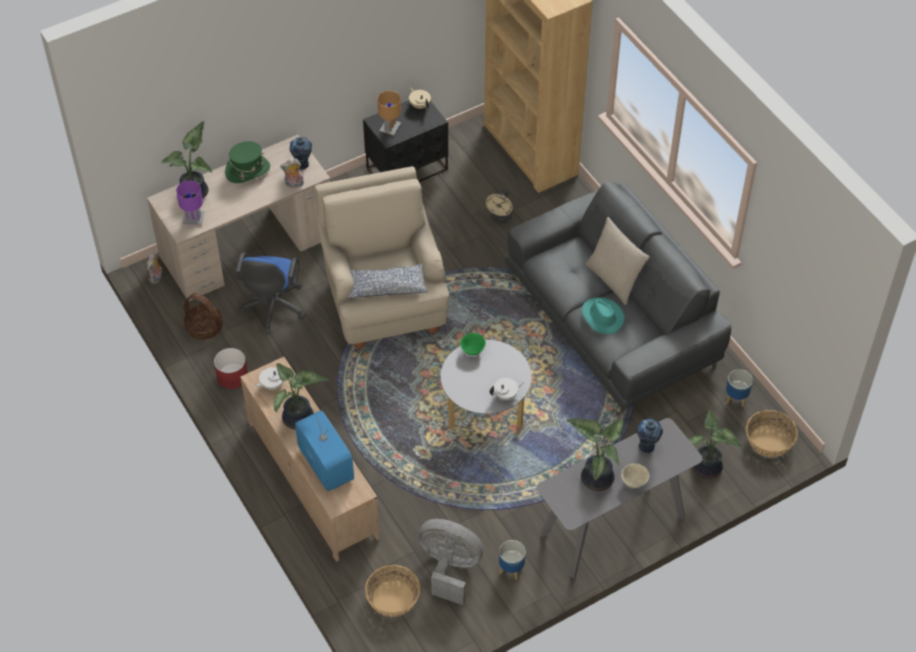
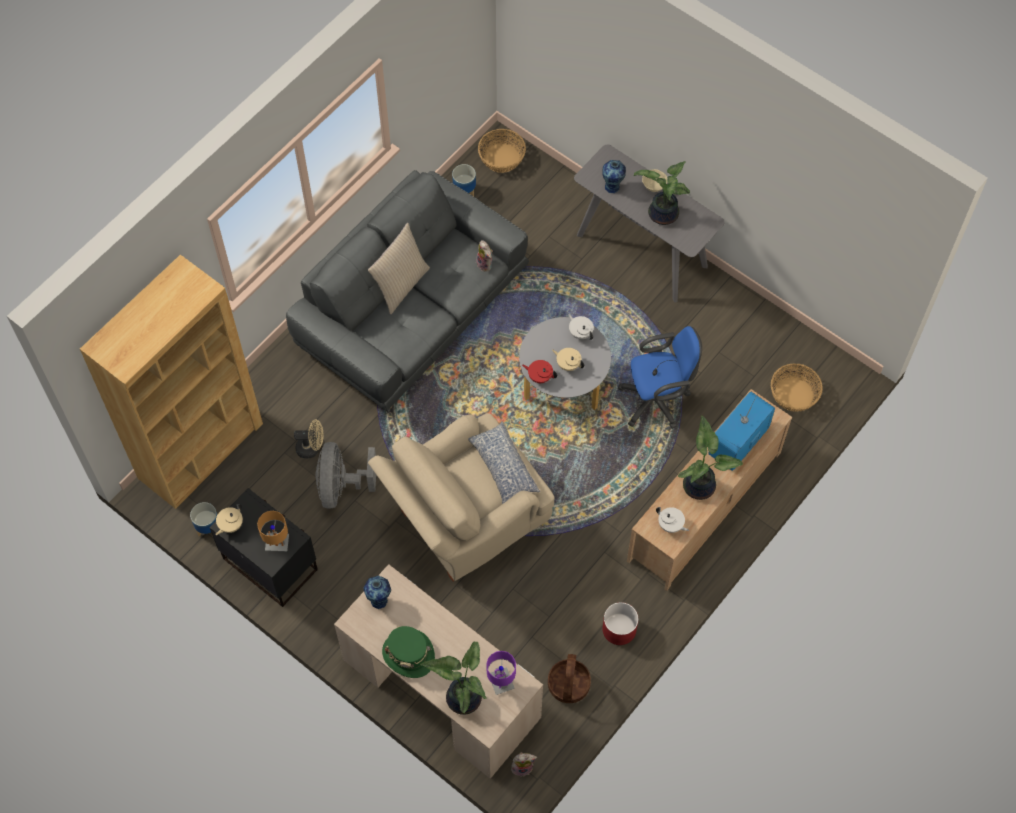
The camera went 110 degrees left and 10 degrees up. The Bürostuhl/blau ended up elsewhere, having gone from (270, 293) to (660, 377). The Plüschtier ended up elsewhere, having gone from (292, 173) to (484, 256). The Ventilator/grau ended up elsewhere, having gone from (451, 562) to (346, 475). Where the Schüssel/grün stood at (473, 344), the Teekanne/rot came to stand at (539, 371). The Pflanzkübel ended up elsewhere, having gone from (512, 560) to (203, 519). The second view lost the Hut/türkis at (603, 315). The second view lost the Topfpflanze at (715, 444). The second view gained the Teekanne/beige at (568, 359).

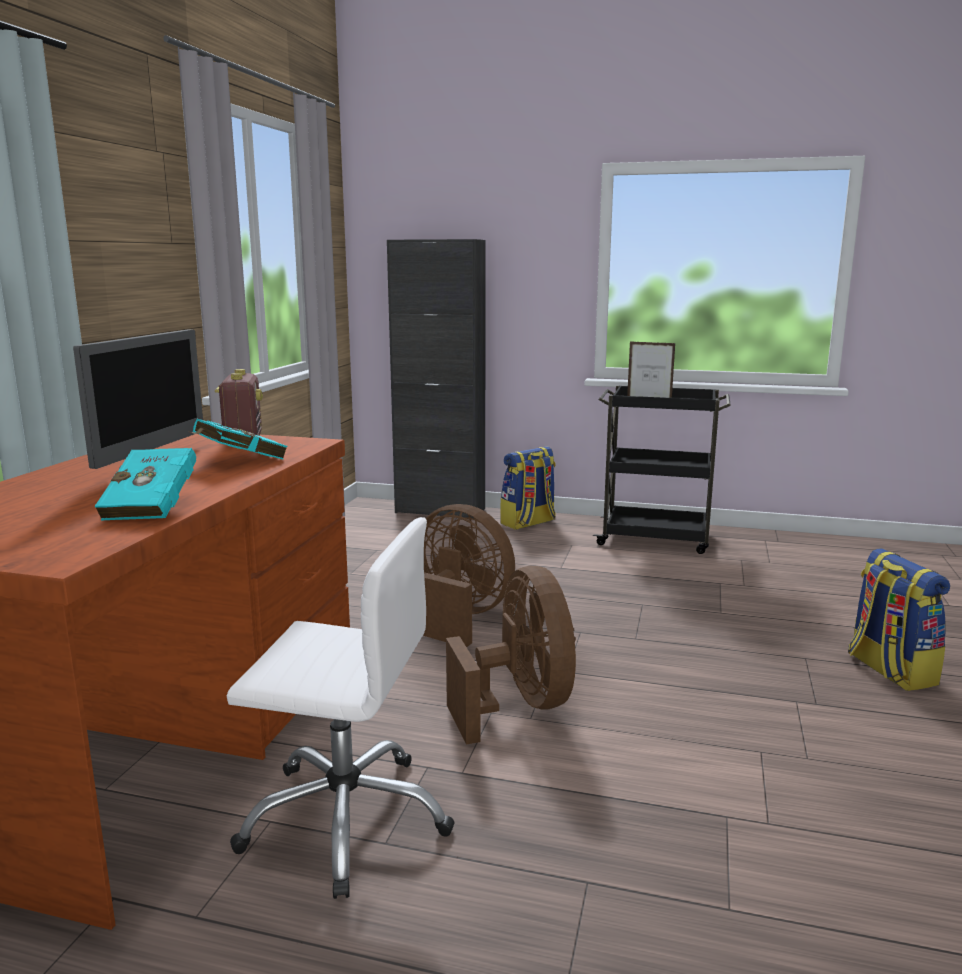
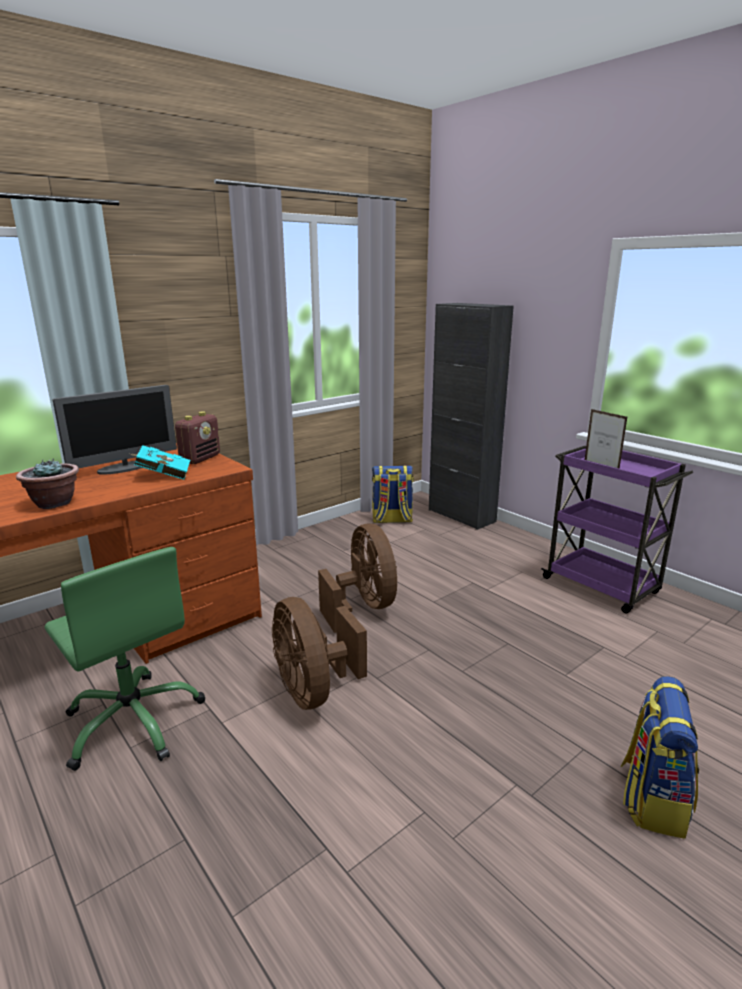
The camera went 35 degrees right and 5 degrees up. Where the Buch/türkis stood at (145, 484), the Topfpflanze came to stand at (47, 484). What was the Bürostuhl/weiß at (341, 708) turned into the Bürostuhl/grün at (125, 659). The Ventilator/braun at (511, 655) ended up facing another way, 135 degrees clockwise from before. The Rucksack ended up elsewhere, having gone from (528, 488) to (393, 494). What was the Rollwagen/schwarz at (662, 469) turned into the Rollwagen/lila at (617, 530).

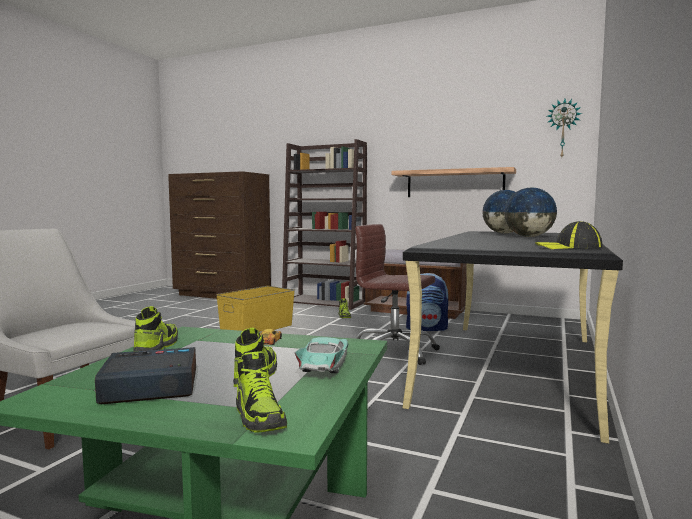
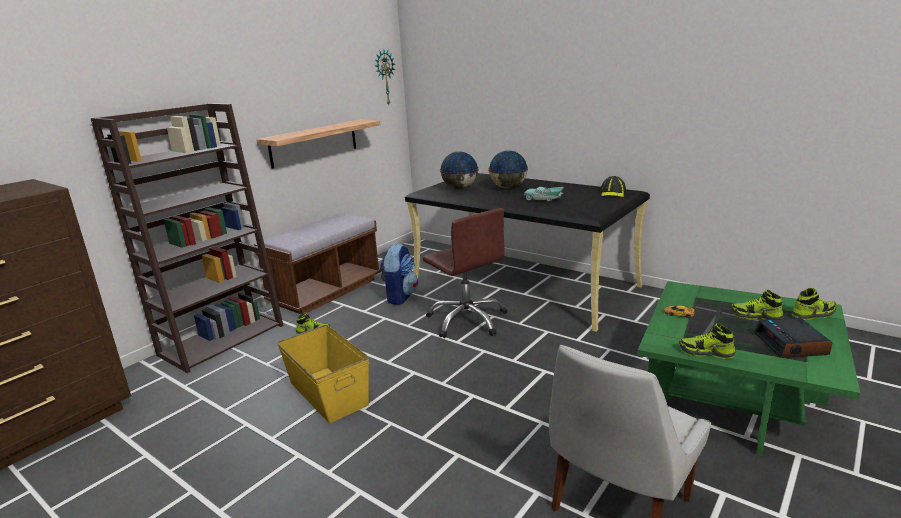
The camera went 75 degrees left and 15 degrees up. The Spielzeugauto/türkis ended up elsewhere, having gone from (321, 355) to (544, 194). The Bürostuhl/braun at (397, 294) ended up facing another way, 75 degrees counterclockwise from before.

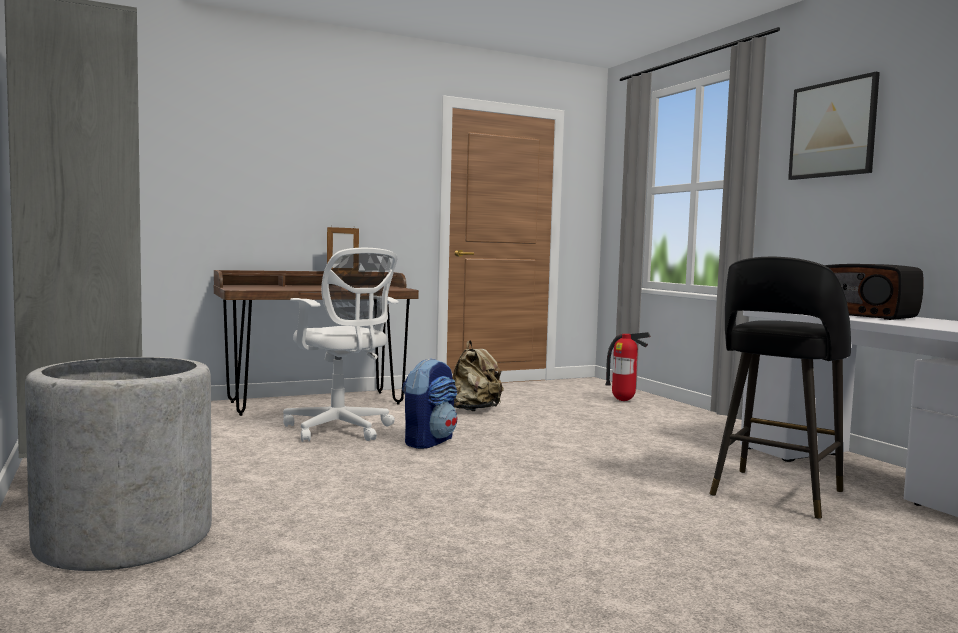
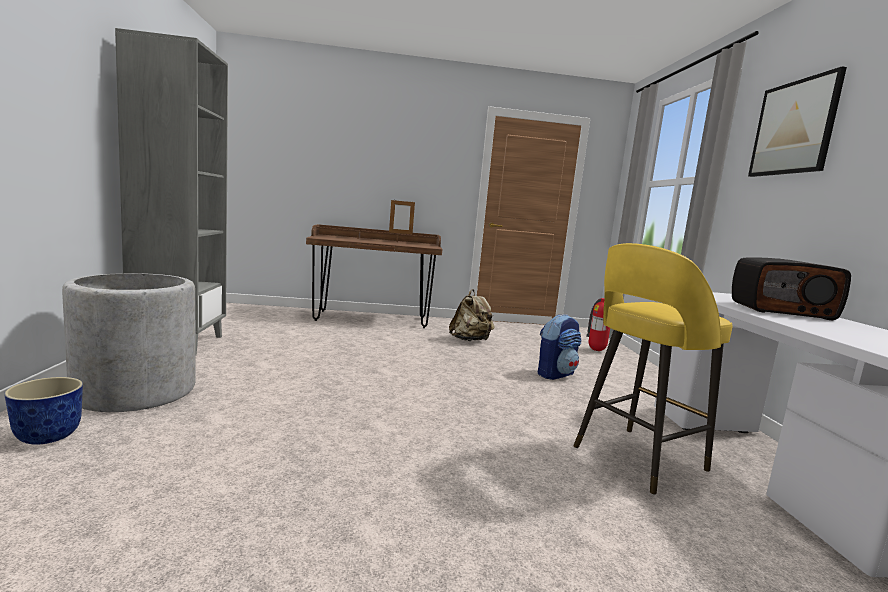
The camera went 20 degrees right and 5 degrees up. The second view lost the Bürostuhl/weiß at (341, 345). The Rucksack ended up elsewhere, having gone from (430, 403) to (560, 347). What was the Hocker/schwarz at (780, 388) turned into the Hocker/gelb at (653, 369). The Radio at (874, 292) ended up facing another way, 60 degrees counterclockwise from before. The second view gained the Pflanzkübel at (43, 411).

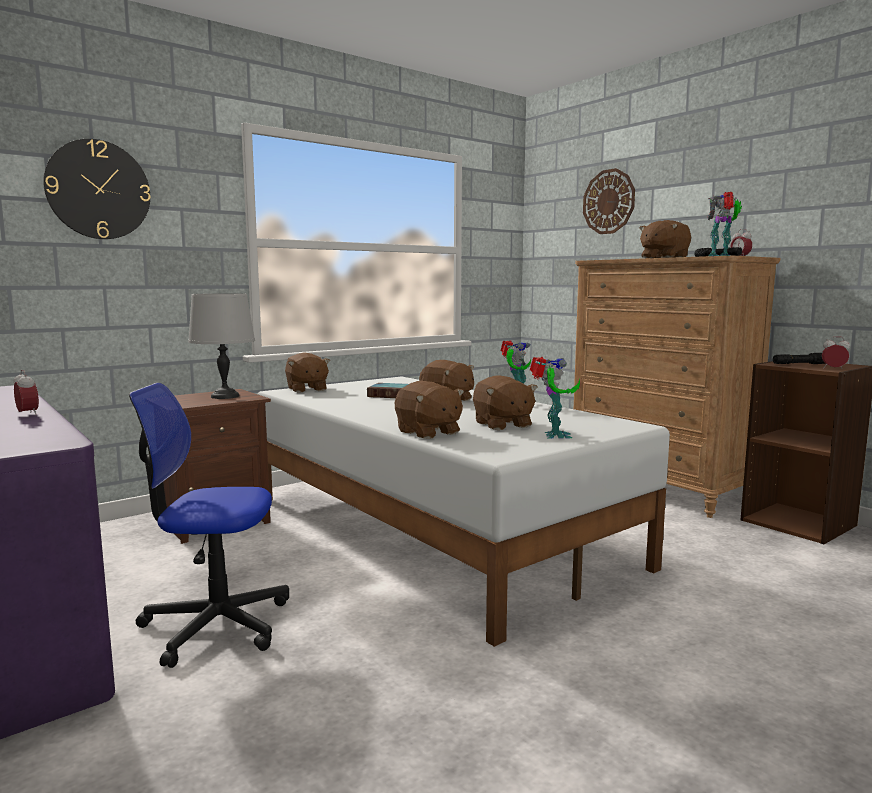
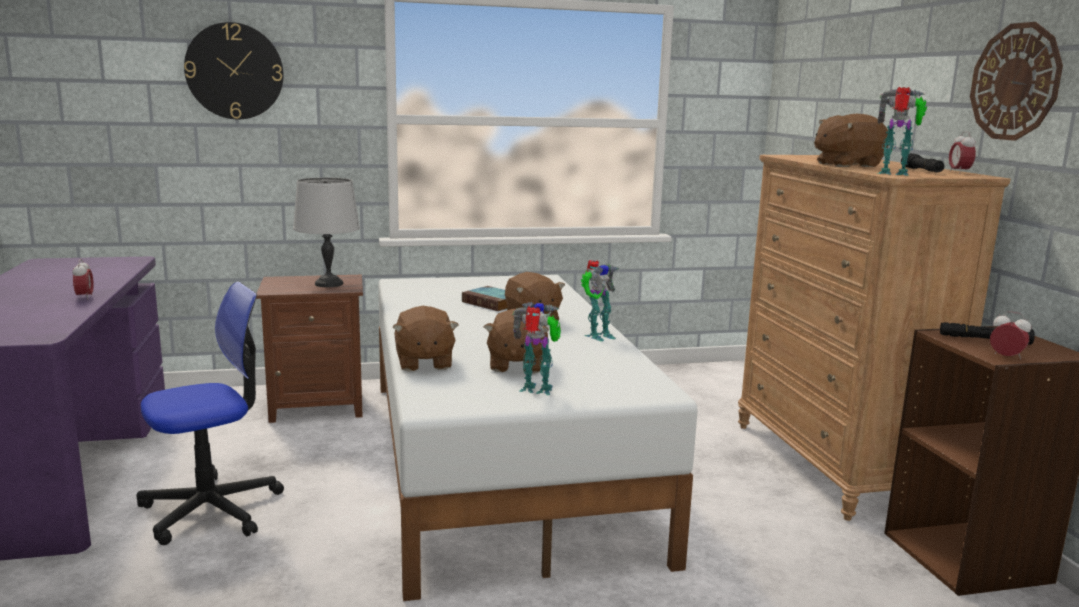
The camera went 25 degrees right and 5 degrees up. The Bürostuhl at (209, 525) ended up facing another way, 120 degrees clockwise from before. The second view lost the Plüschtier/braun at (307, 372). The Spielzeugroboter at (555, 397) ended up facing another way, 105 degrees counterclockwise from before. The Wanduhr ended up elsewhere, having gone from (609, 201) to (1016, 81).

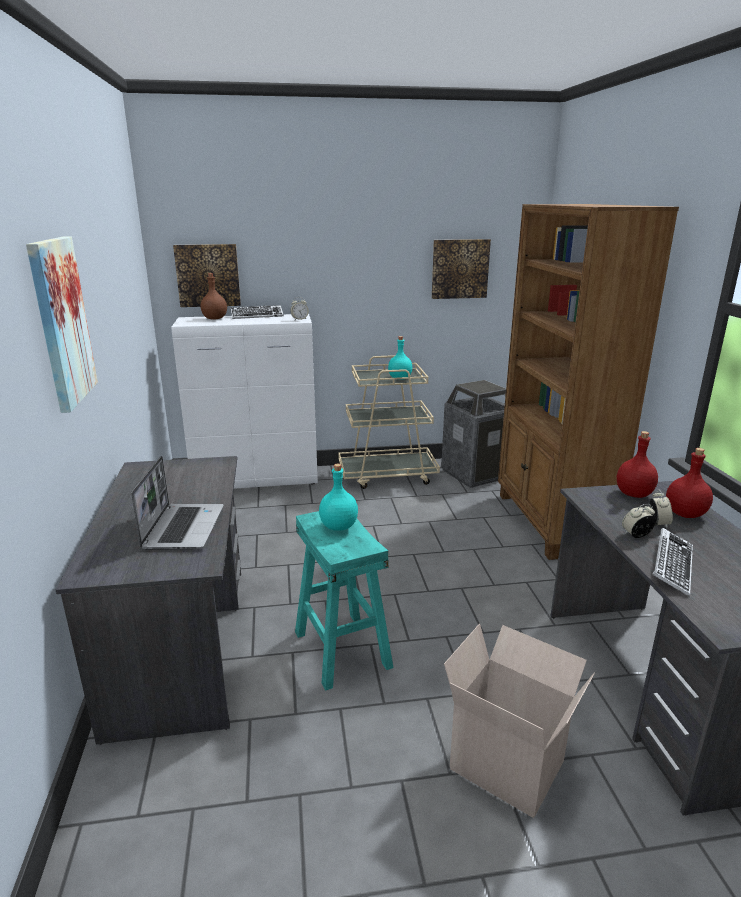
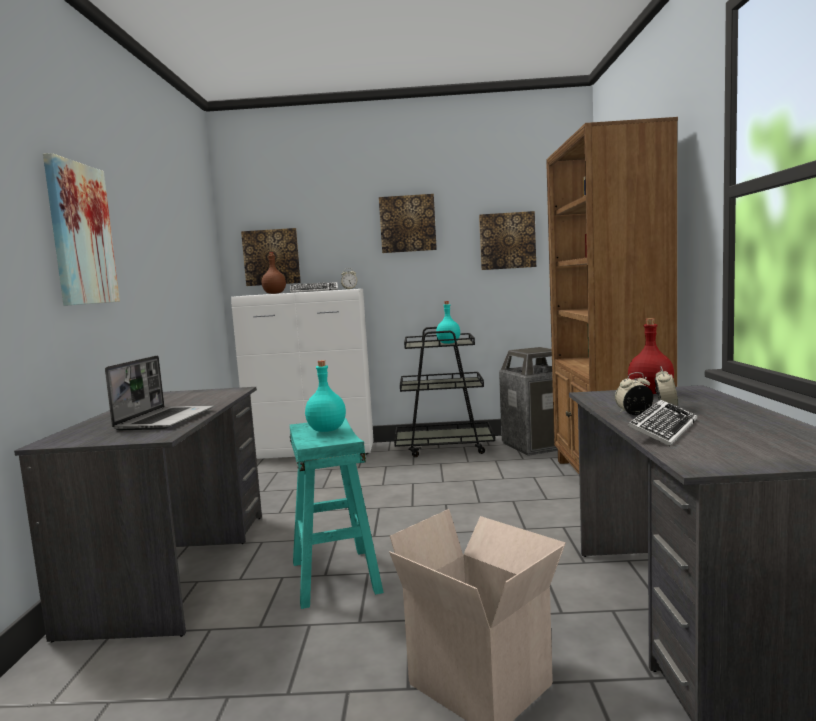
The camera went 10 degrees right and 15 degrees down. What was the Rollwagen/beige at (389, 422) turned into the Rollwagen/schwarz at (444, 392). The second view lost the Flasche/rot at (689, 483). The second view gained the Bild at (408, 223).

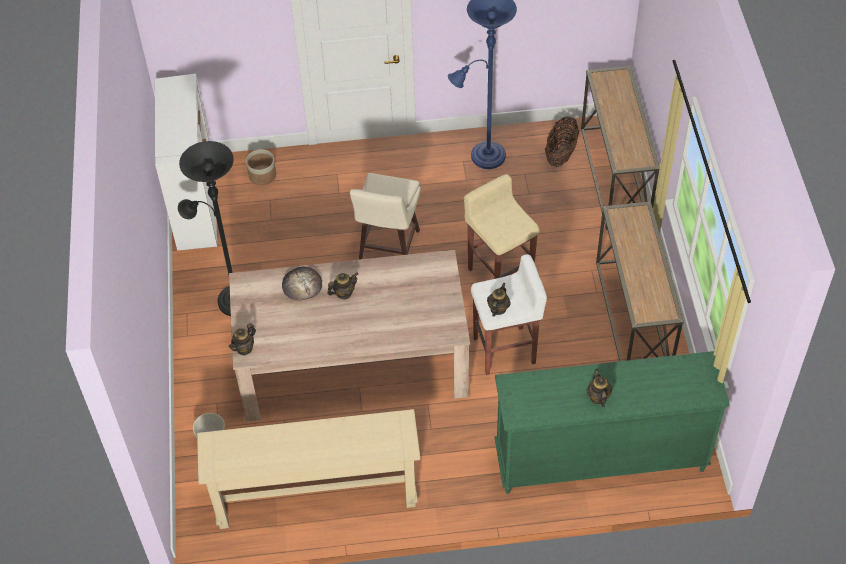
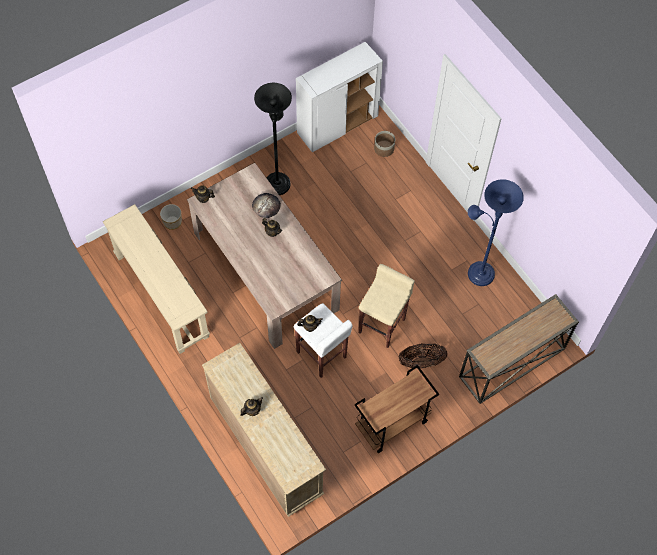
The camera went 60 degrees right and 10 degrees up. The second view lost the Hocker/beige at (385, 216). What was the Kommode/grün at (612, 422) turned into the Kommode/beige at (264, 430). The Korb ended up elsewhere, having gone from (562, 141) to (423, 356). Where the Konsolentisch stood at (640, 281), the Rollwagen/braun came to stand at (396, 409).

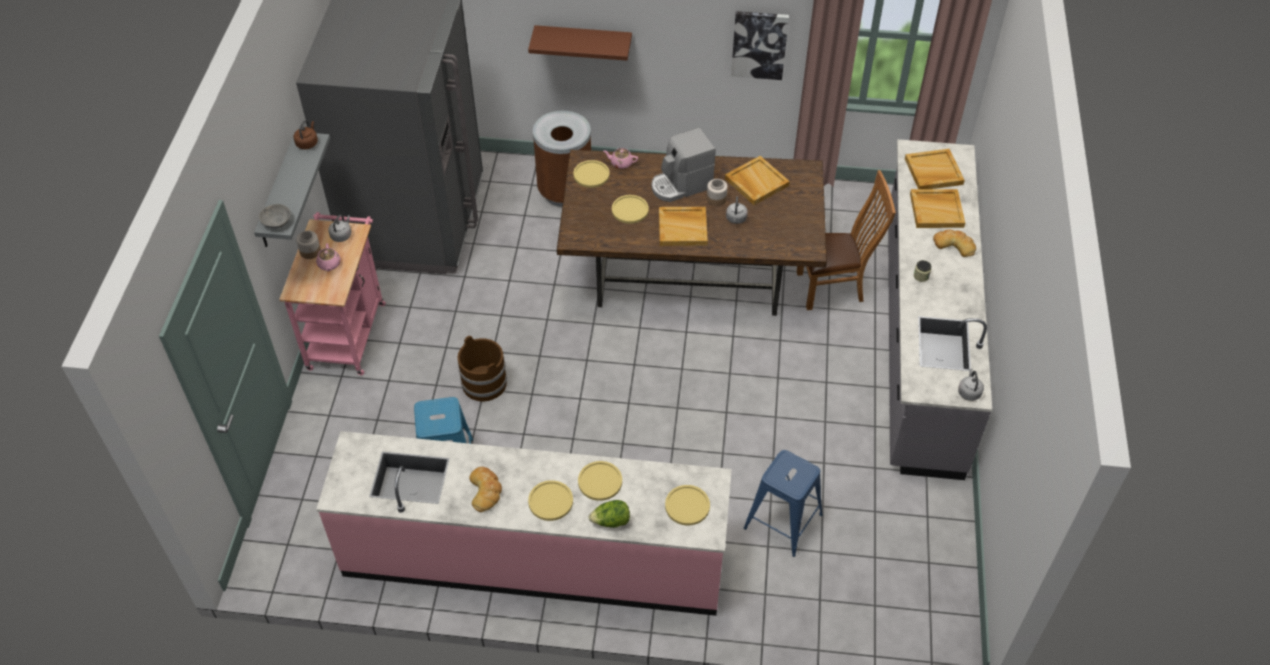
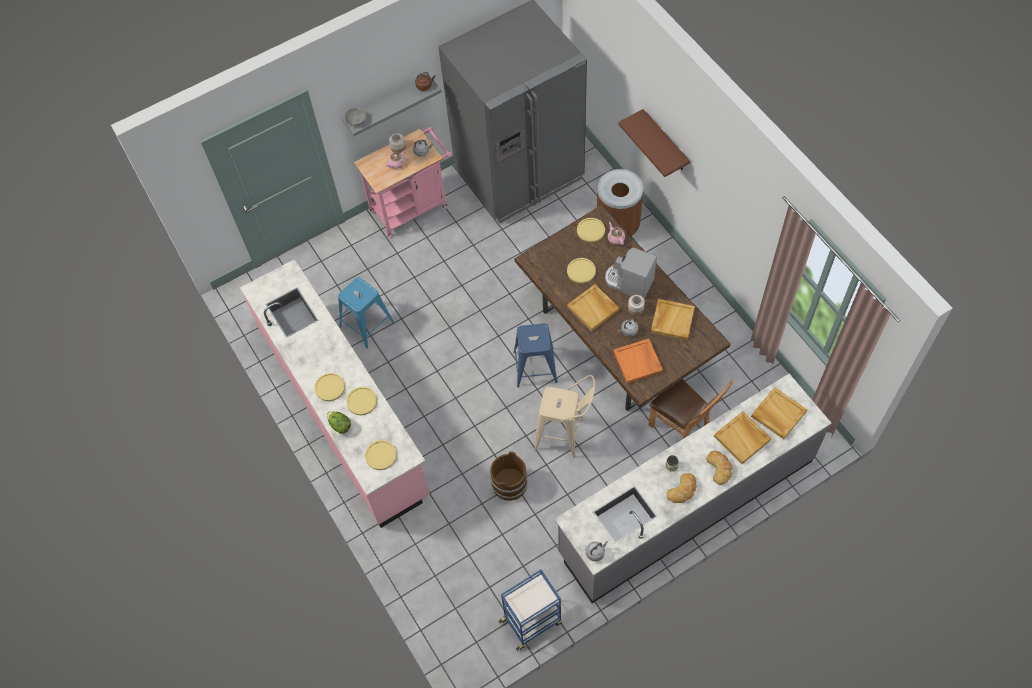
The camera went 55 degrees right and 10 degrees up. The Eimer/braun ended up elsewhere, having gone from (482, 369) to (509, 476). The Brot ended up elsewhere, having gone from (485, 489) to (681, 488). The second view lost the Bild at (760, 45). The Hocker/blau ended up elsewhere, having gone from (783, 503) to (535, 355). The second view gained the Rollwagen/blau at (530, 610). The second view gained the Hocker/beige at (564, 416). The second view gained the Tablett/orange at (638, 361).

